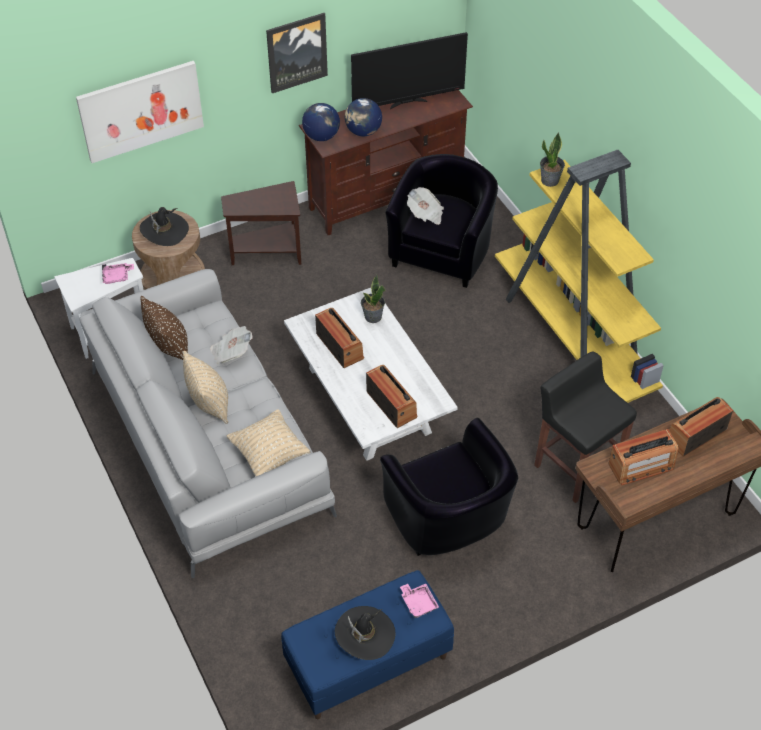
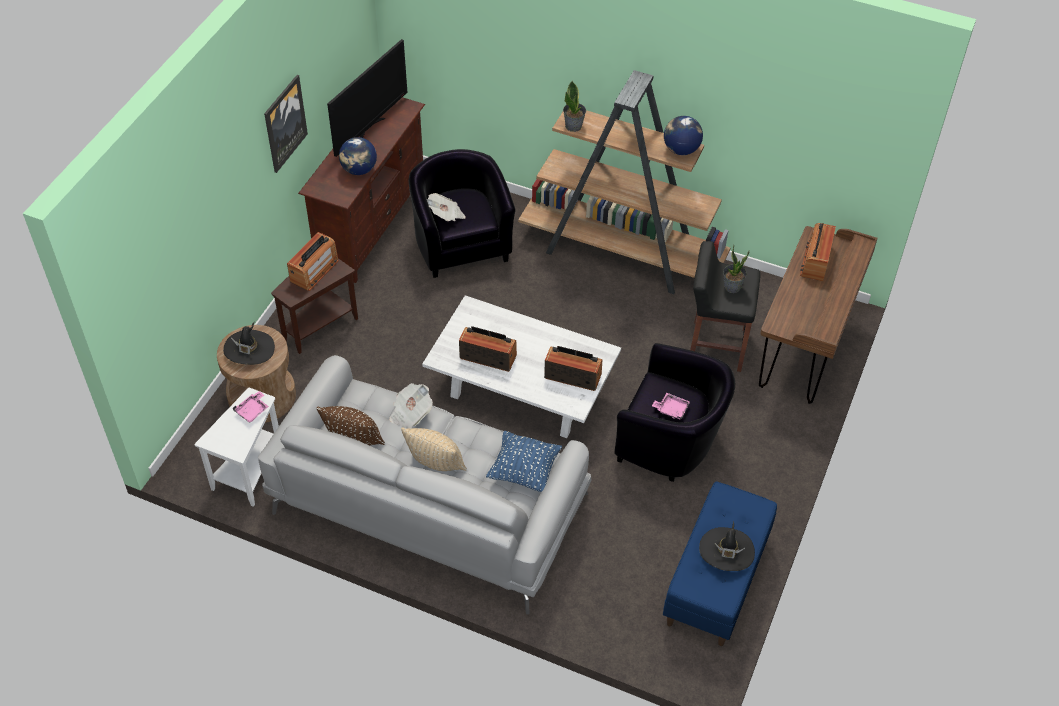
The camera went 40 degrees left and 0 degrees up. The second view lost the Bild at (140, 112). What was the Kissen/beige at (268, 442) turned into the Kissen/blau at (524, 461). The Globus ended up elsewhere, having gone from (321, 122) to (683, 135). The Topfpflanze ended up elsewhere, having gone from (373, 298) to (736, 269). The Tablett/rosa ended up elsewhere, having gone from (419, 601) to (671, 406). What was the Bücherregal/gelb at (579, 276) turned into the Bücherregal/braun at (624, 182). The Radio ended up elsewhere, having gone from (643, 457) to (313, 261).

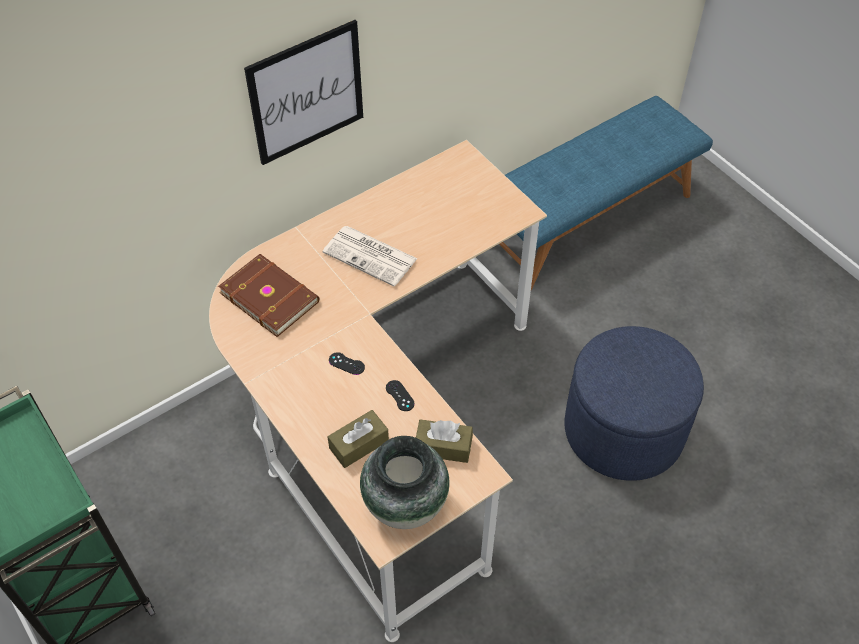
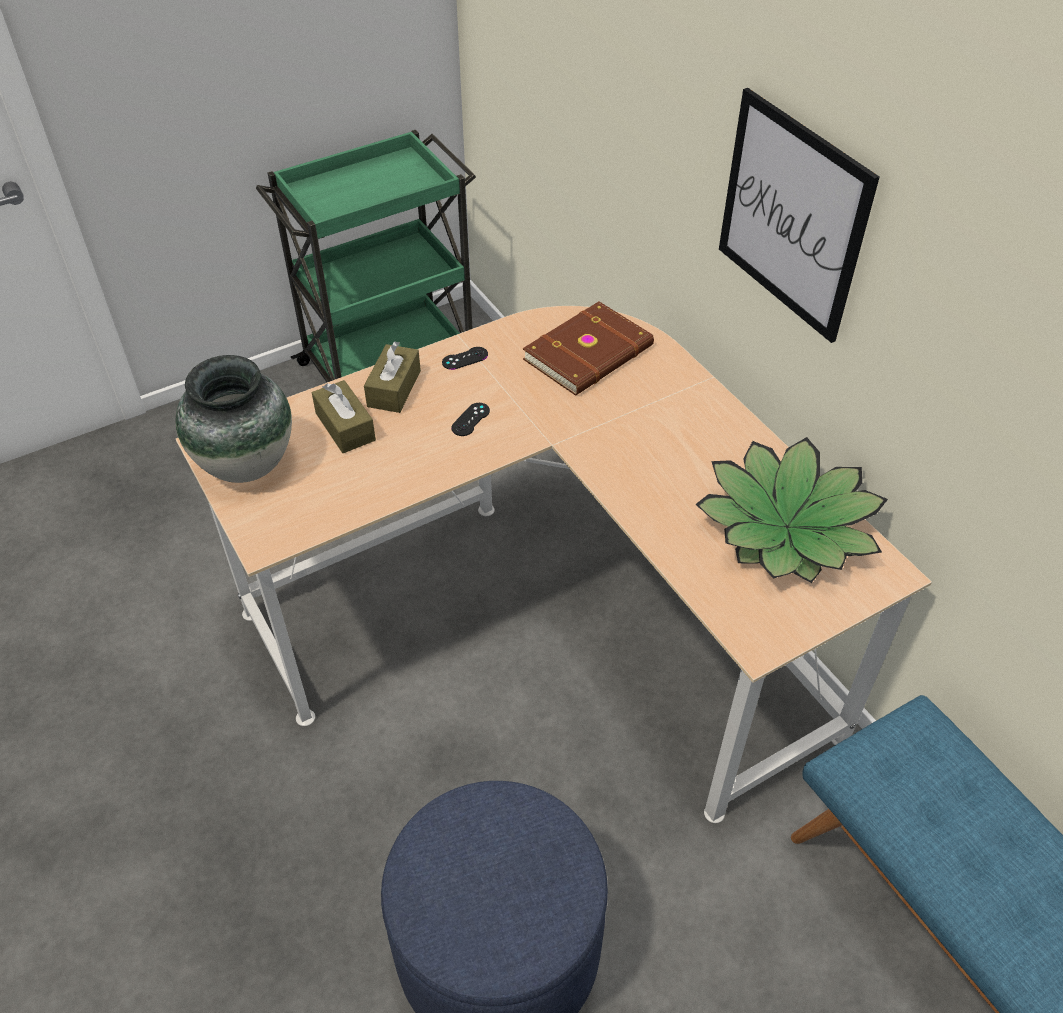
The camera went 95 degrees right and 5 degrees down. The second view lost the Zeitung at (370, 256). The Gamepad/schwarz ended up elsewhere, having gone from (400, 395) to (465, 358). The Taschentuchbox/braun ended up elsewhere, having gone from (444, 441) to (392, 377). The second view gained the Topfpflanze at (791, 510).

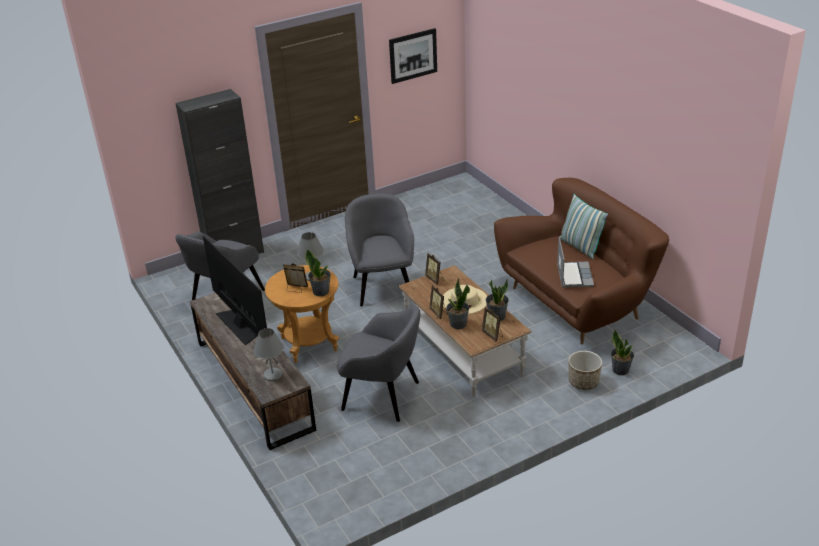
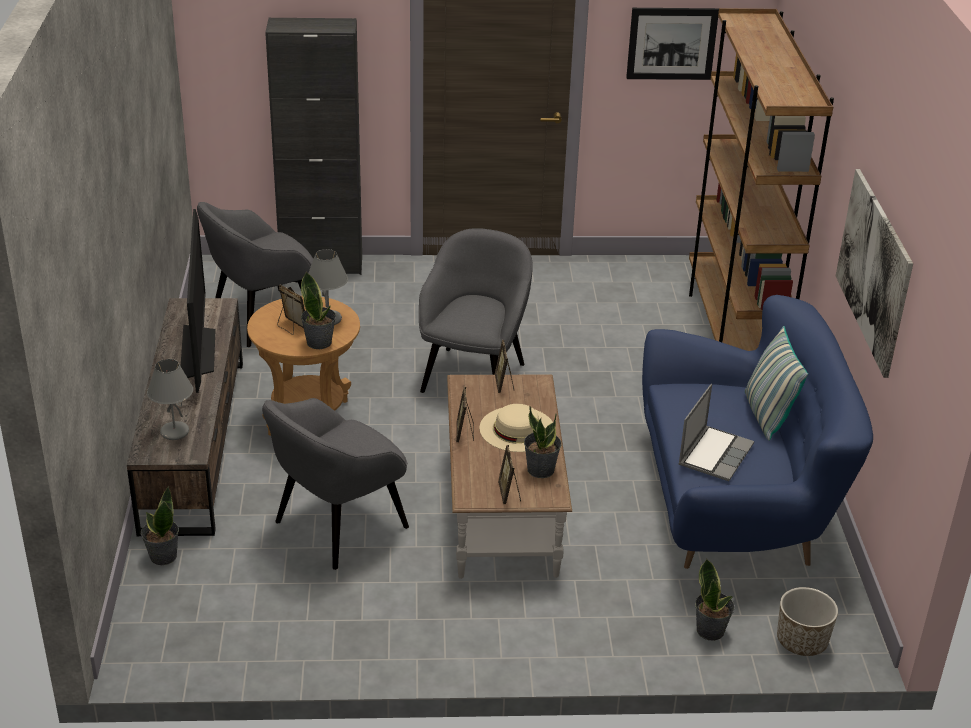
The camera went 25 degrees right and 0 degrees up. The Sessel/grau at (378, 364) ended up facing another way, 90 degrees clockwise from before. The Topfpflanze ended up elsewhere, having gone from (458, 303) to (160, 525). What was the Sofa/braun at (581, 261) turned into the Sofa/blau at (757, 432). The Pflanzkübel ended up elsewhere, having gone from (585, 370) to (807, 621). The second view gained the Bücherregal/braun at (761, 179). The second view gained the Bild at (874, 273).

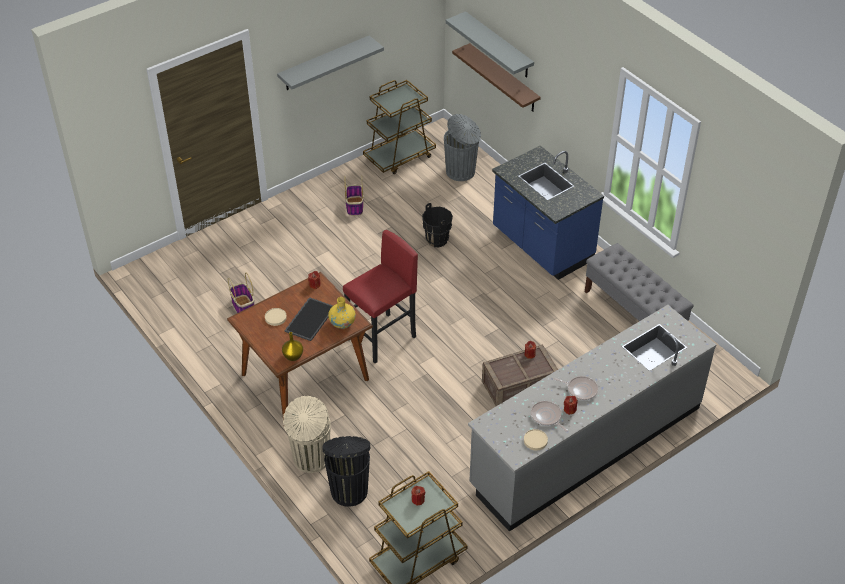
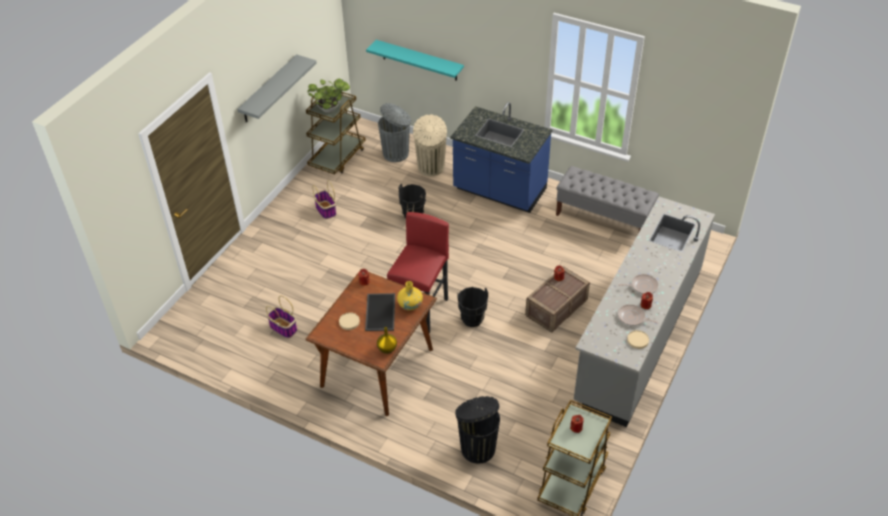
The camera went 25 degrees left and 0 degrees up. The Mülleimer/beige ended up elsewhere, having gone from (307, 434) to (430, 145). The second view lost the Wandregal/grau at (489, 44). What was the Wandregal/braun at (496, 77) turned into the Wandregal/türkis at (415, 60). The second view gained the Topfpflanze at (329, 96). The second view gained the Eimer/schwarz at (472, 307).

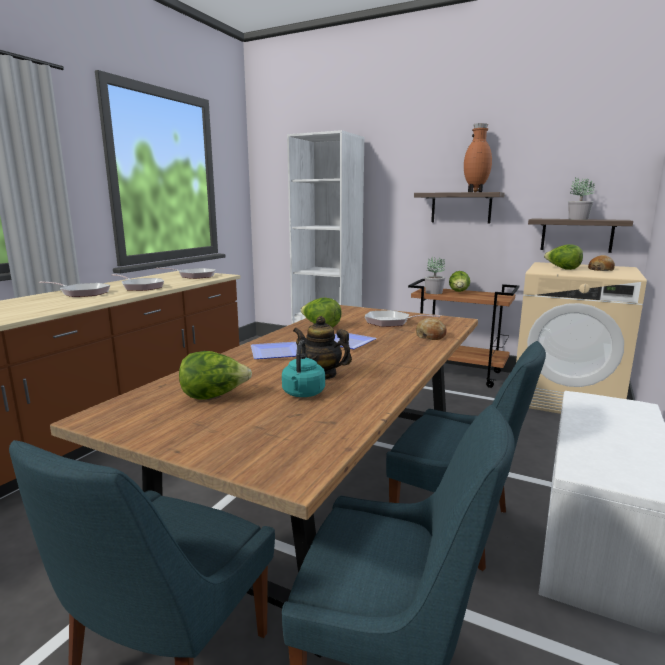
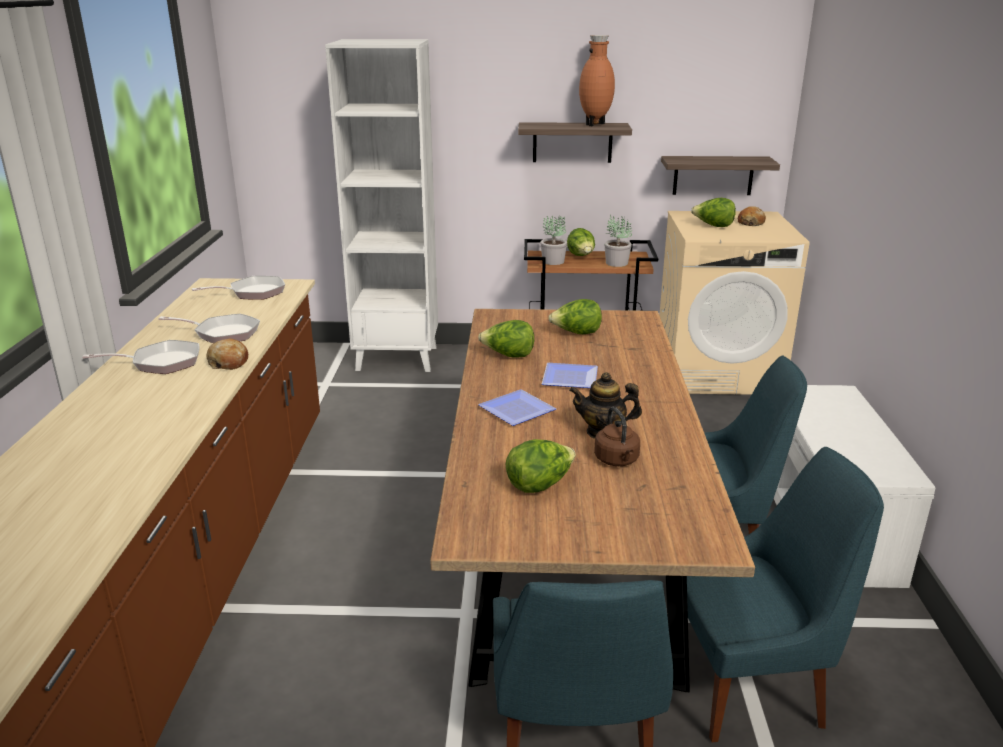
The camera went 25 degrees left and 10 degrees up. What was the Wasserkessel/türkis at (303, 368) turned into the Wasserkessel/braun at (617, 436). Where the Pfanne stood at (402, 318), the Salatkopf came to stand at (575, 316). The Brot ended up elsewhere, having gone from (431, 329) to (227, 354). The Topfpflanze ended up elsewhere, having gone from (581, 198) to (618, 241).

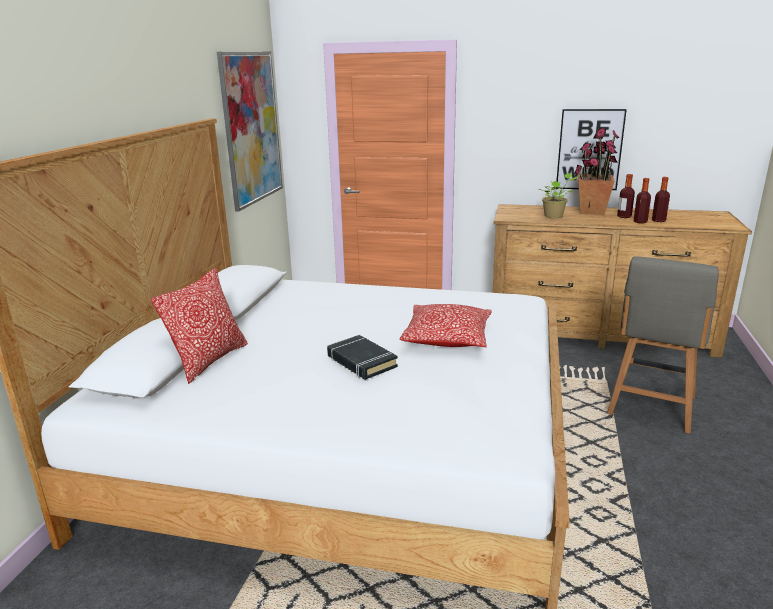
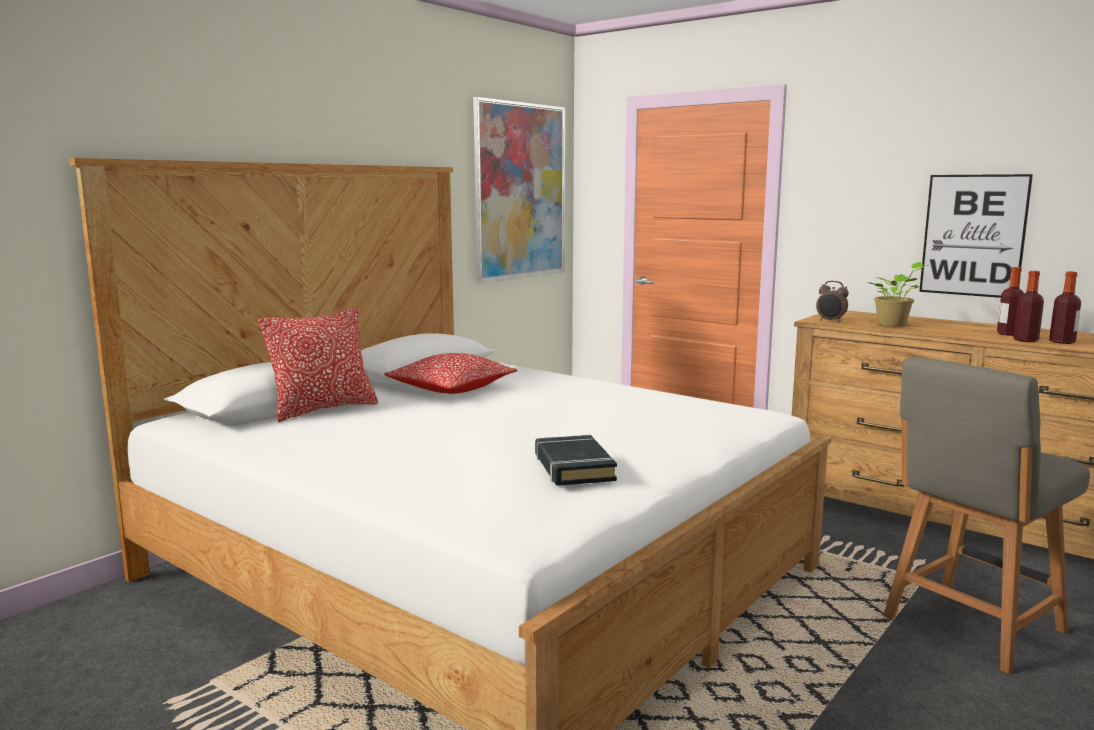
The camera went 25 degrees right and 10 degrees down. The Buch/schwarz ended up elsewhere, having gone from (362, 357) to (576, 460). The Kissen ended up elsewhere, having gone from (446, 325) to (450, 373). The second view lost the Topfpflanze at (597, 171). The second view gained the Wecker at (832, 302).

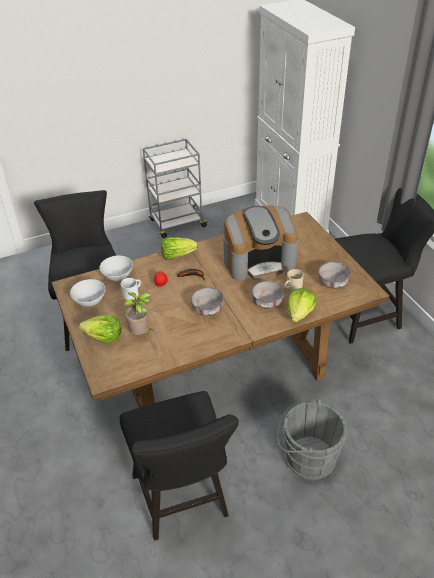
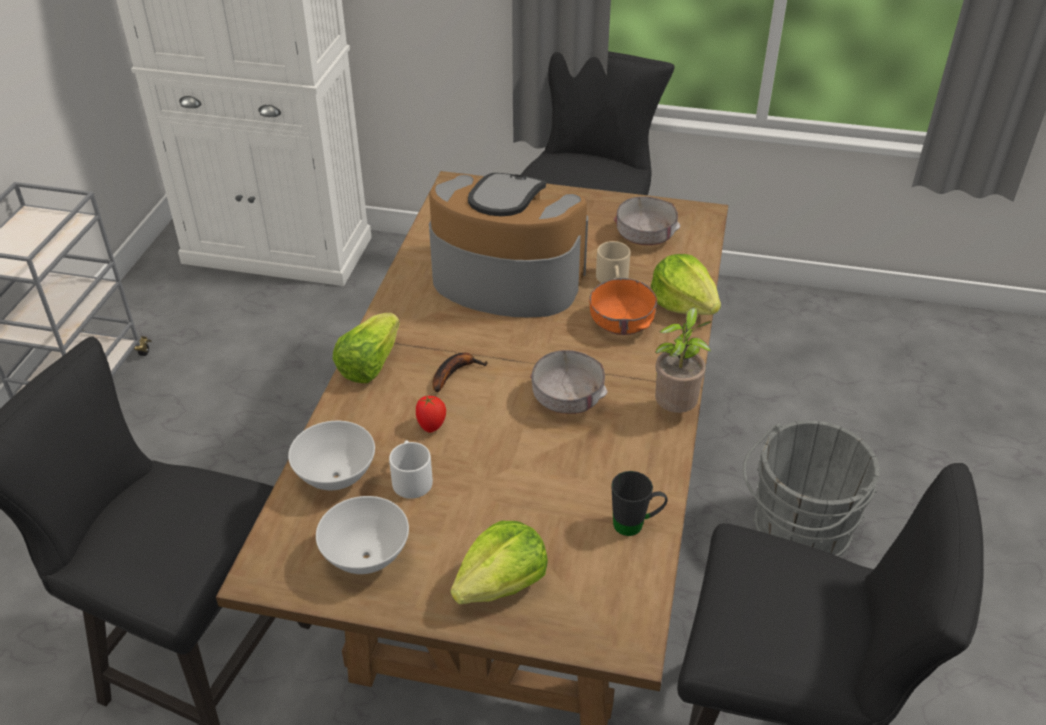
The camera went 55 degrees left and 0 degrees up. The Topfpflanze ended up elsewhere, having gone from (138, 313) to (683, 360). The Kaffeemaschine at (261, 243) ended up facing another way, 90 degrees counterclockwise from before. What was the Schüssel/grau at (268, 295) turned into the Schüssel/orange at (623, 306). The second view gained the Henkelbecher/schwarz at (639, 503).

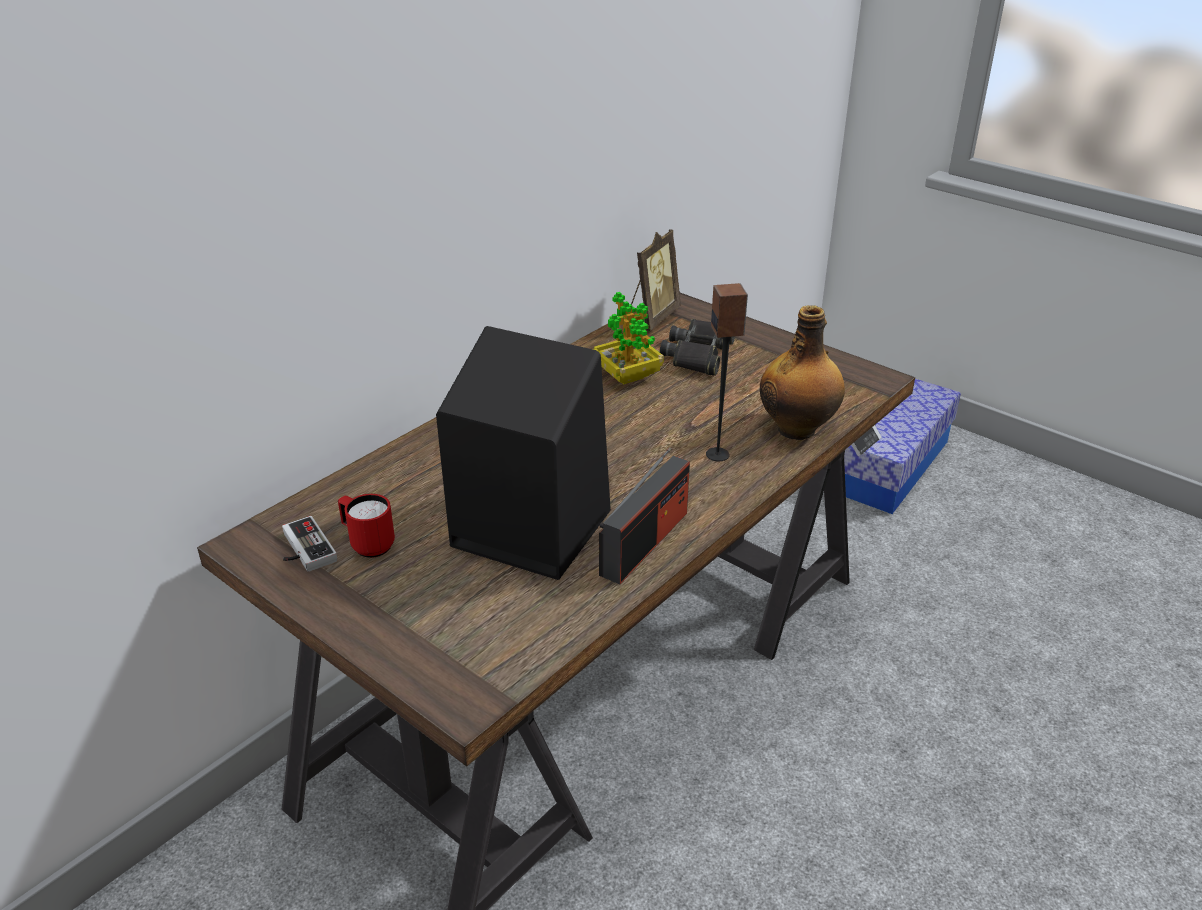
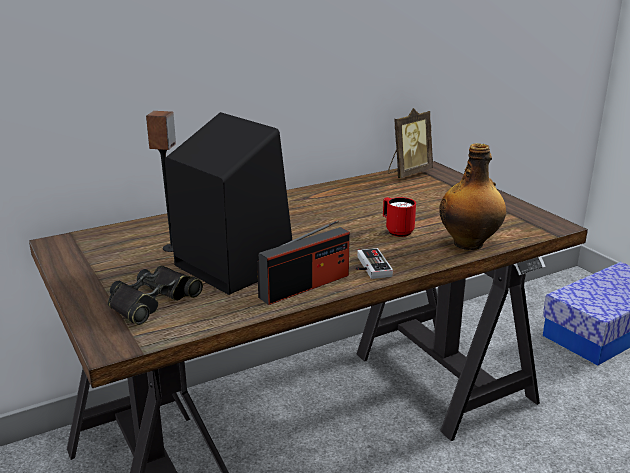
The camera went 20 degrees right and 10 degrees down. The Gamepad ended up elsewhere, having gone from (309, 544) to (374, 263). The Henkelbecher/rot ended up elsewhere, having gone from (366, 526) to (399, 217). The second view lost the Topfpflanze at (628, 338). The Fernglas/schwarz ended up elsewhere, having gone from (697, 347) to (155, 295). The Lautsprecher ended up elsewhere, having gone from (727, 372) to (161, 181).

